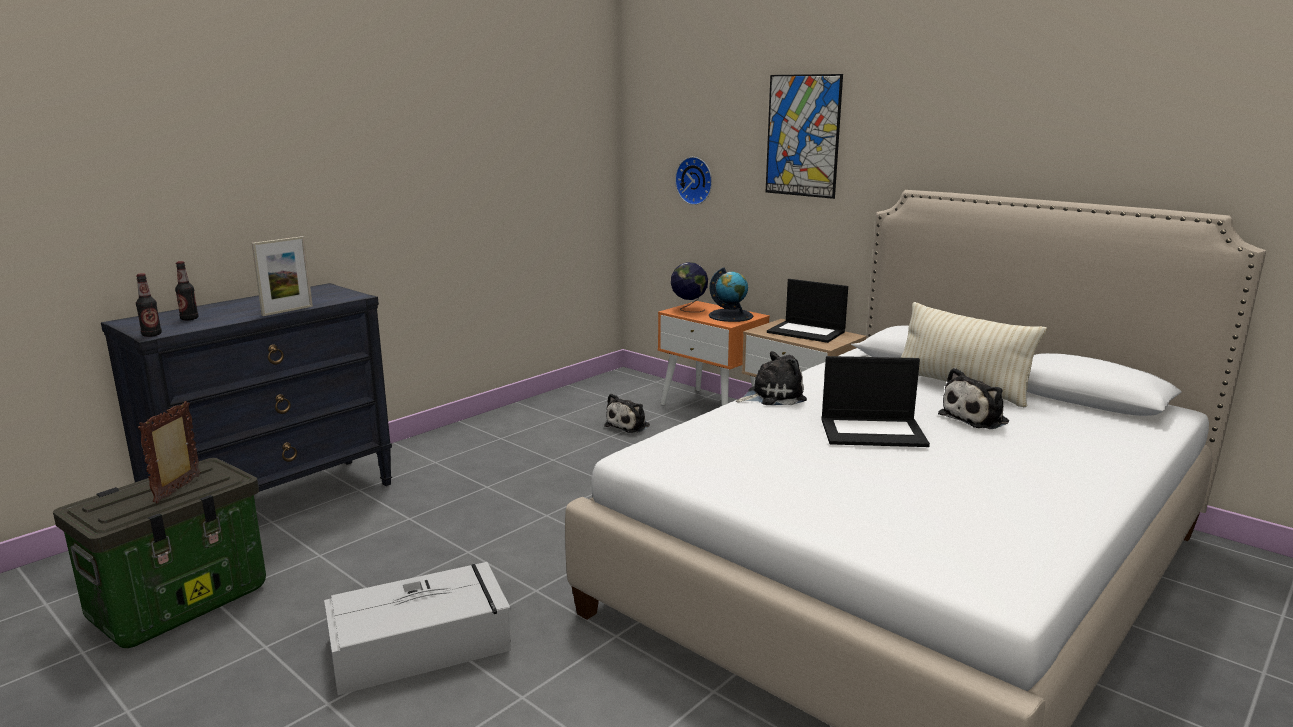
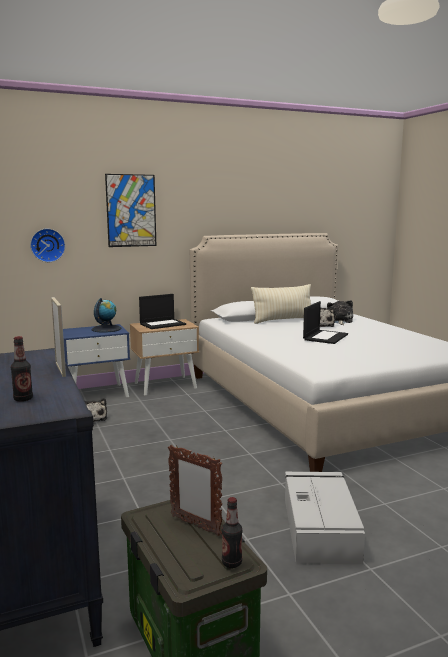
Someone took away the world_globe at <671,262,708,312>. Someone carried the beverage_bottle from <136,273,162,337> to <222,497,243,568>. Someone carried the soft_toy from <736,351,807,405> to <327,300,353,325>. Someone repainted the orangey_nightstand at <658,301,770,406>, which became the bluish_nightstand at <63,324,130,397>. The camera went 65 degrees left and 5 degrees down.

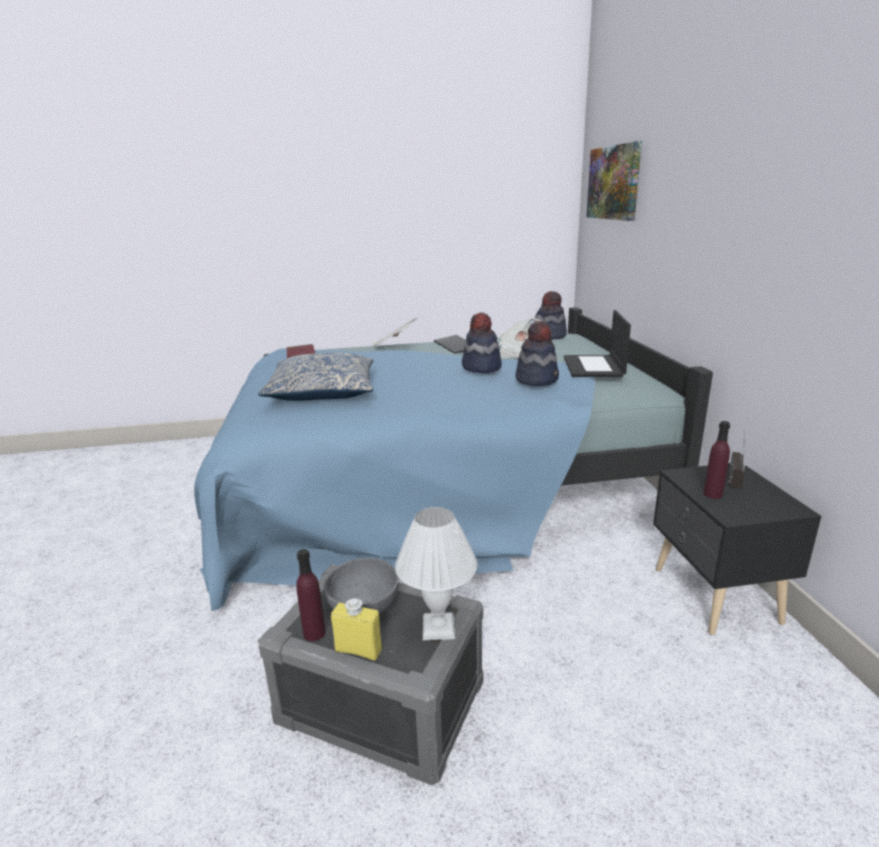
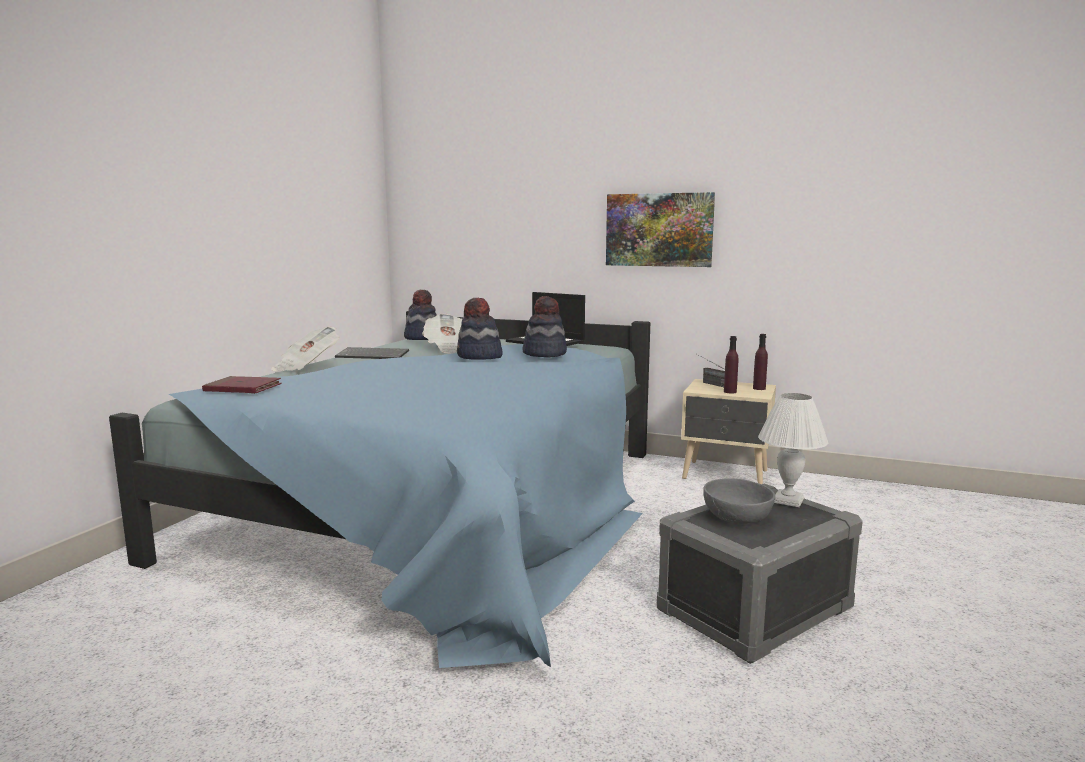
Someone took away the cushion at <258,353,373,401>. Someone took away the yellowish_beverage_bottle at <331,598,382,661>. Someone carried the purple_beverage_bottle from <296,549,325,641> to <753,334,768,390>. Someone carried the wall_art from <586,141,642,221> to <606,192,715,267>. Someone repainted the black_nightstand at <653,463,821,635>, which became the beige_nightstand at <681,379,776,484>. The camera went 60 degrees left and 10 degrees down.

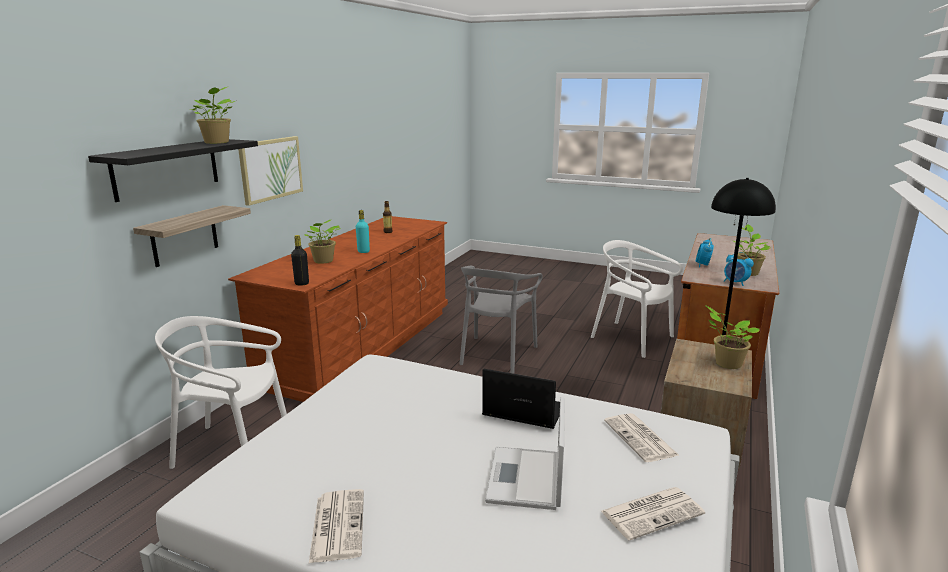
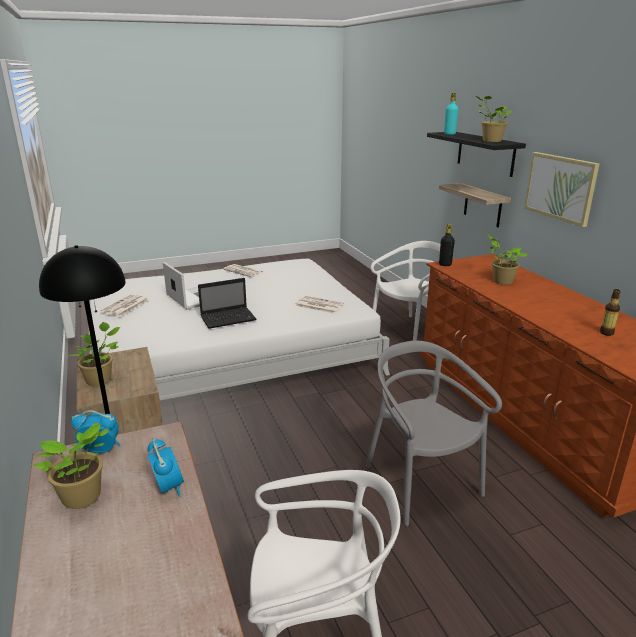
Someone carried the turquoise-coloured_beverage_bottle from <356,210,370,253> to <444,93,459,135>. Someone carried the newspaper from <604,413,680,462> to <295,296,344,313>. The camera went 135 degrees right and 5 degrees up.

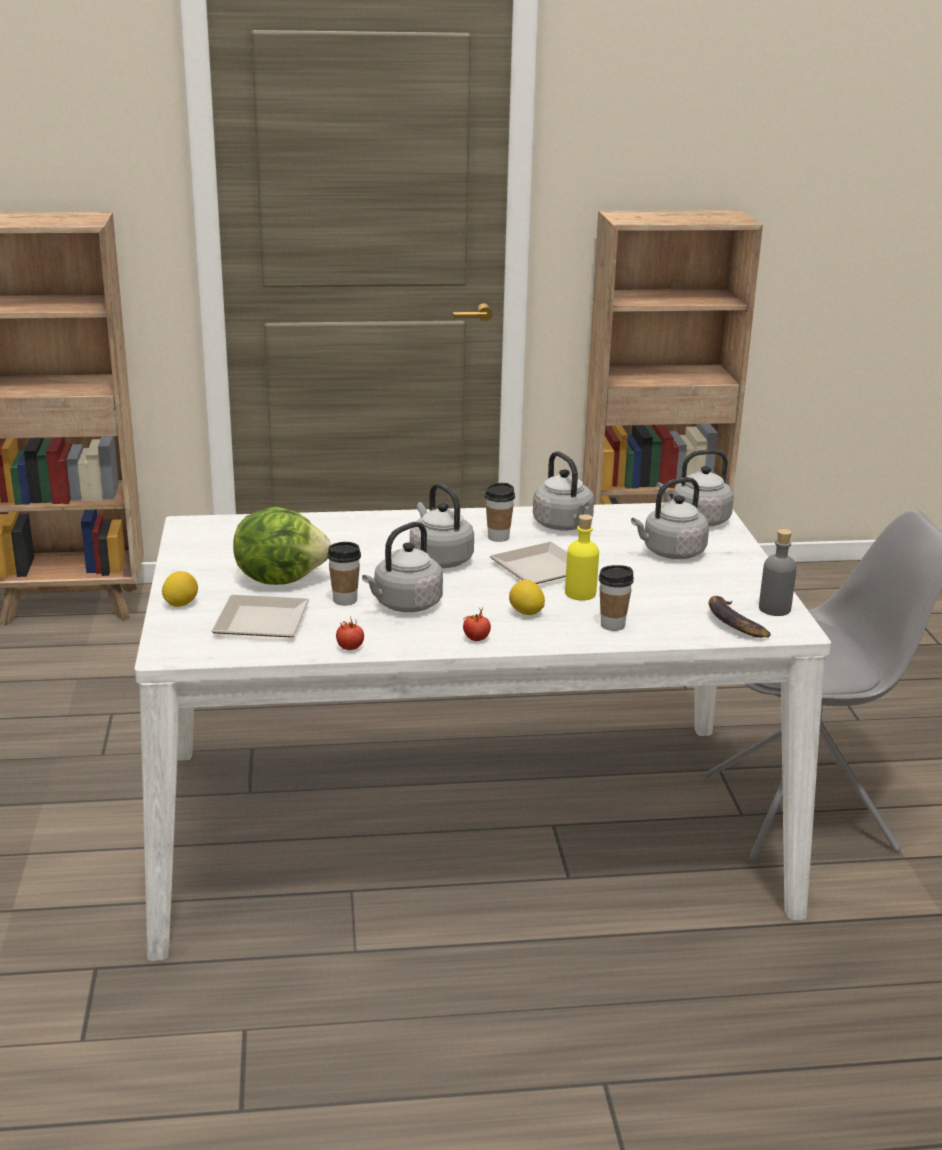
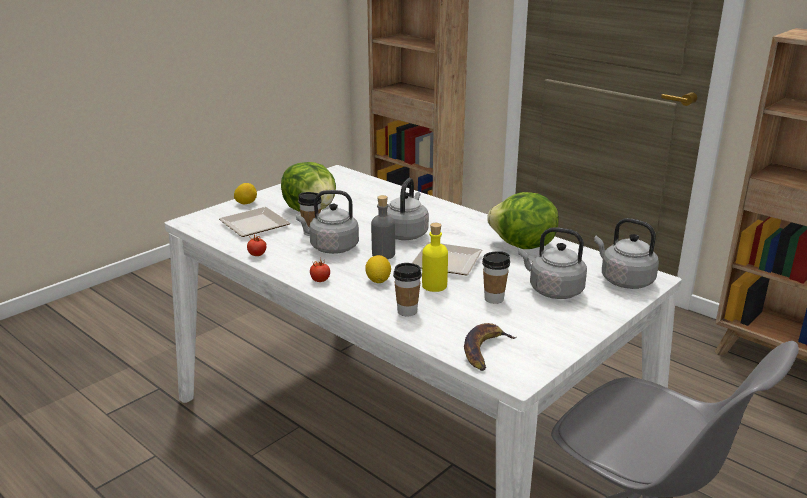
Someone carried the small_cup from <485,483,515,542> to <482,251,510,304>. Someone carried the gray_beverage_bottle from <759,529,797,616> to <371,195,395,259>. Someone swapped the gray_tea_kettle at <533,451,594,530> for the lettuce at <487,192,559,249>. The camera went 50 degrees right and 0 degrees up.

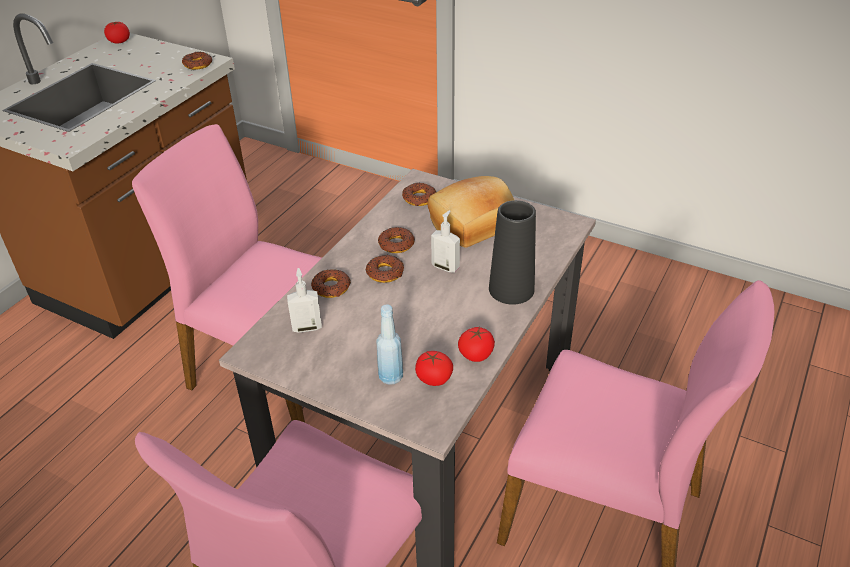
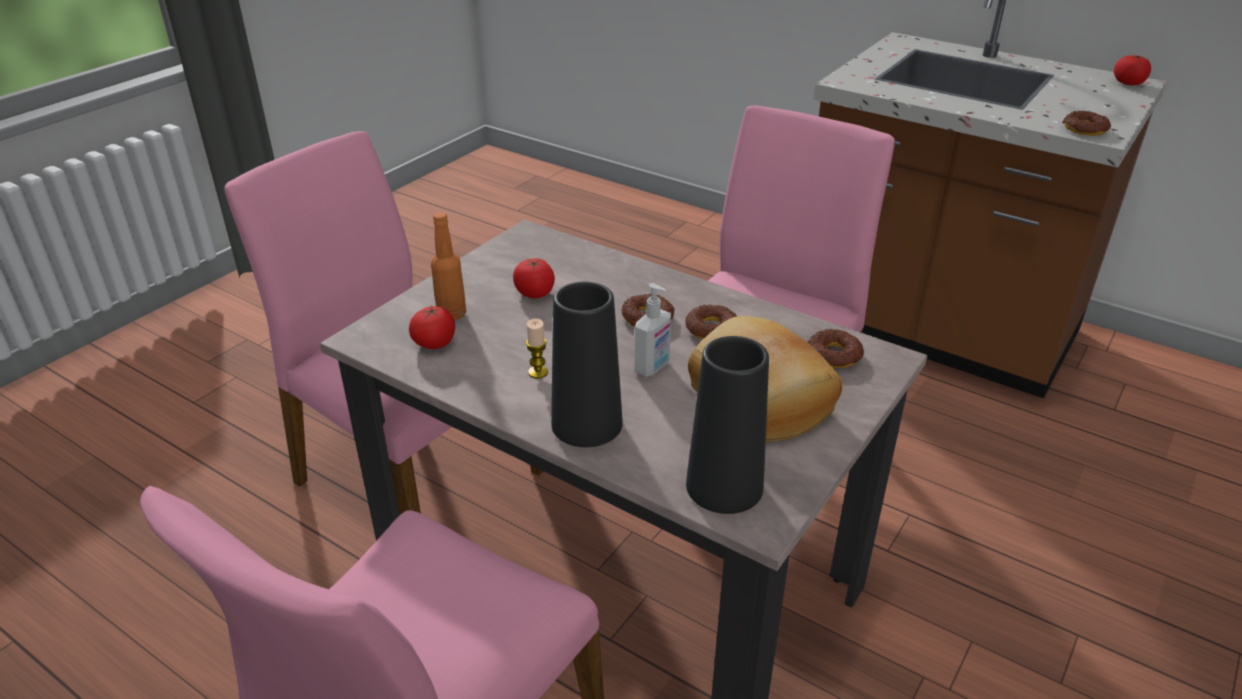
Someone took away the liquid_soap_bottle at <287,268,322,333>. Someone took away the ring_doughnut at <311,270,351,298>. Someone put down the wax_light at <526,318,548,379>. Someone put down the black_flower_vase at <686,336,769,514>. Someone carried the fresh_tomato from <458,327,495,362> to <513,258,555,298>. Someone repainted the bluish_beverage_bottle at <376,304,403,385>, which became the orangey_beverage_bottle at <431,212,467,320>. The camera went 95 degrees right and 5 degrees down.

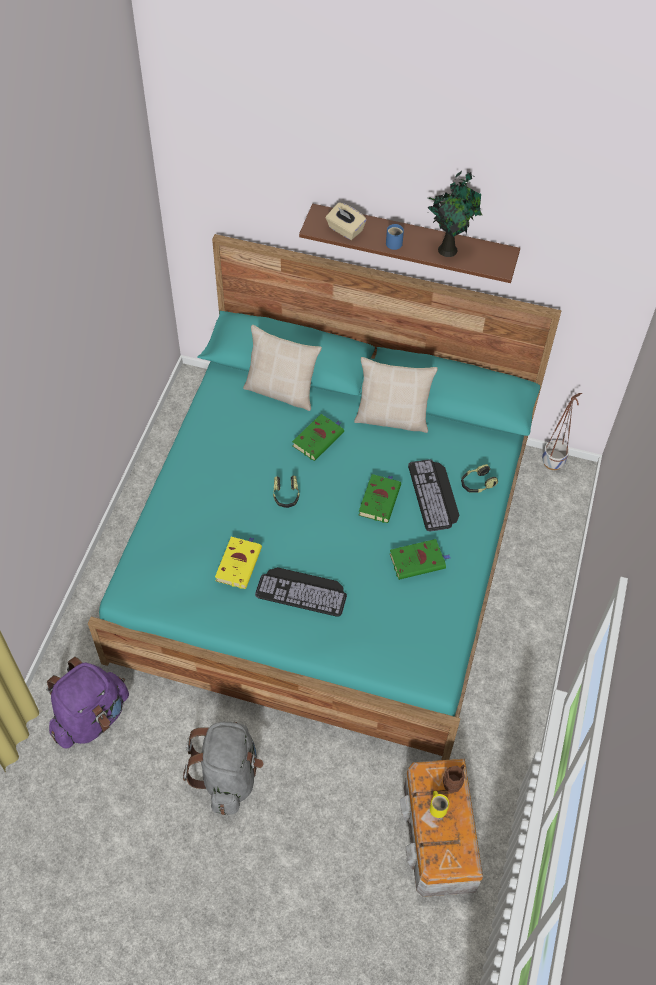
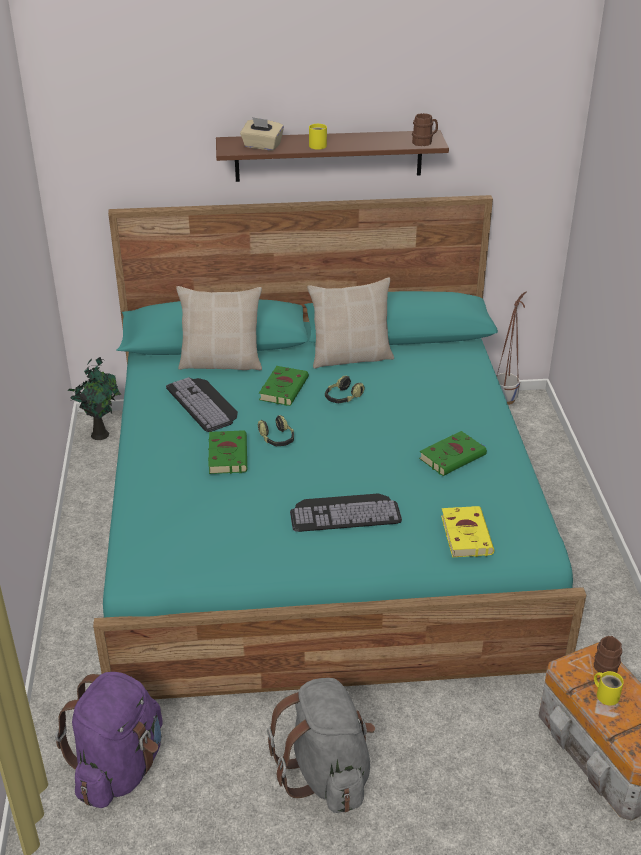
Someone put down the brown_mug at <412,113,438,146>. Someone carried the yellowish_volume from <215,537,262,589> to <441,506,494,557>. Someone carried the green_volume from <359,474,401,523> to <208,430,247,474>. Someone carried the PC_keyboard from <408,459,460,532> to <166,377,238,432>. Someone carried the potted_plant from <427,171,482,257> to <67,357,121,440>. Someone carried the headset from <461,464,498,493> to <325,376,365,403>. Someone repainted the bluish_mug at <386,224,404,250>, which became the yellowish_mug at <309,124,327,150>. The camera went 20 degrees left and 20 degrees down.

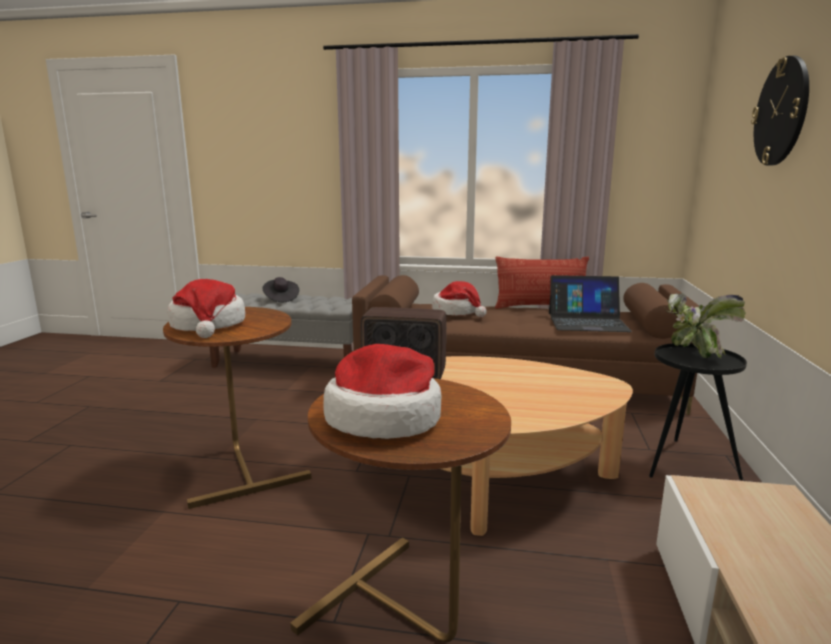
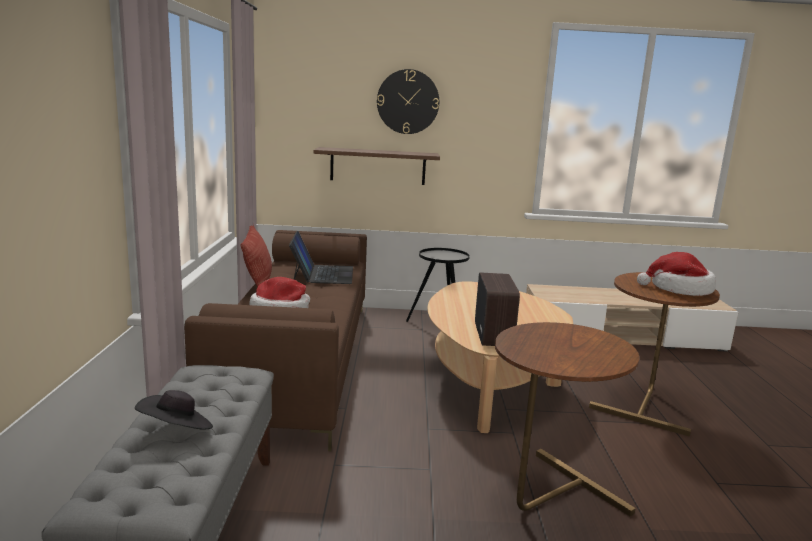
Someone took away the wearable_hat at <168,279,245,338>. Someone took away the potted_plant at <665,293,746,358>. Someone put up the brown_wall_shelf at <313,147,440,185>. The camera went 100 degrees left and 0 degrees up.

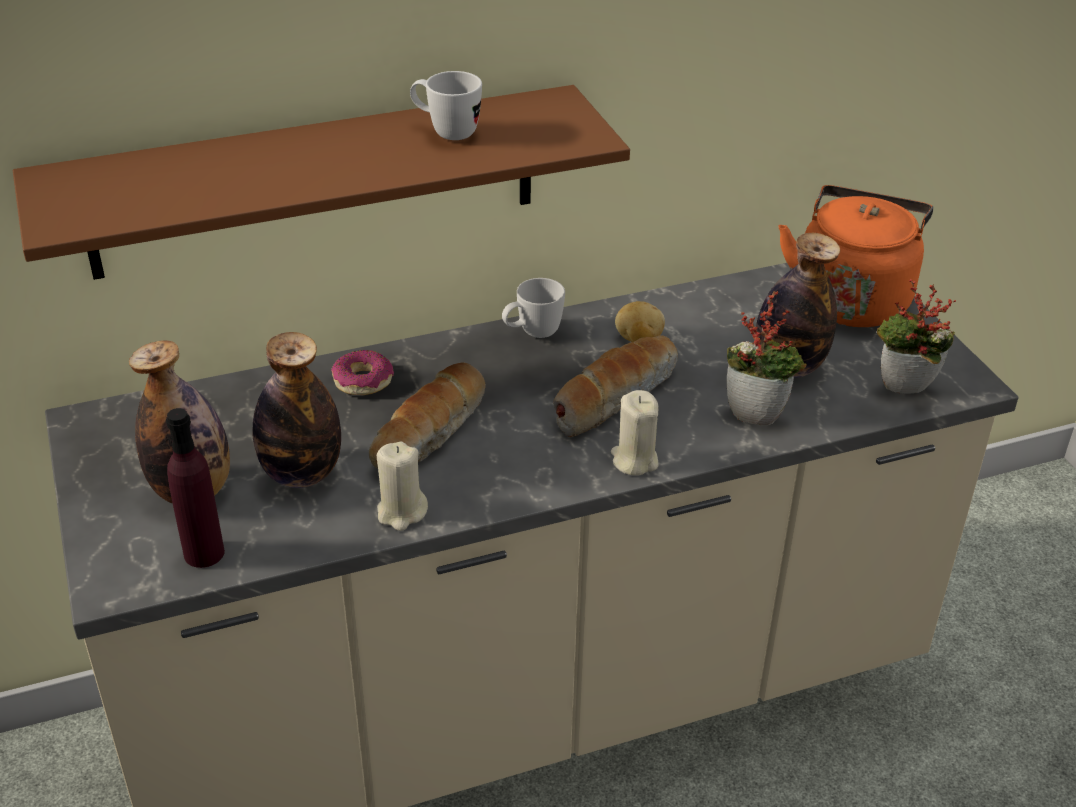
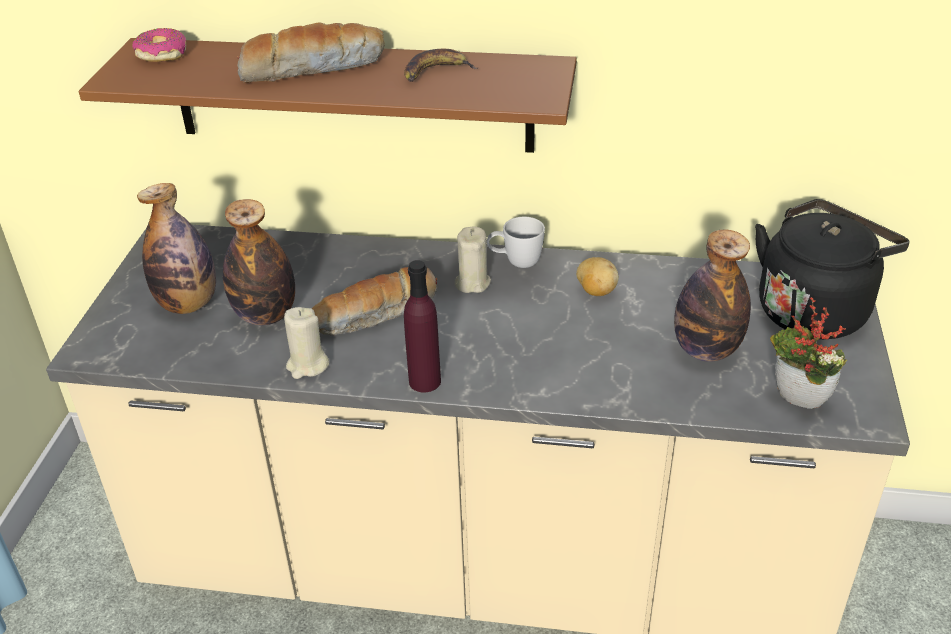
Someone took away the potted_plant at <727,291,807,425>. Someone carried the purple_beverage_bottle from <166,408,225,568> to <404,260,441,392>. Someone carried the ring_doughnut from <331,350,394,395> to <132,28,186,62>. Someone carried the bread from <553,335,678,437> to <237,22,385,83>. Someone carried the beige_wax_light from <611,390,659,476> to <454,226,491,293>. Someone swapped the whitish_mug at <410,71,482,140> for the banana at <404,49,478,82>. Someone repainted the orangey_tea_kettle at <778,185,933,327>, which became the black_tea_kettle at <755,199,910,339>. The camera went 30 degrees right and 0 degrees up.

